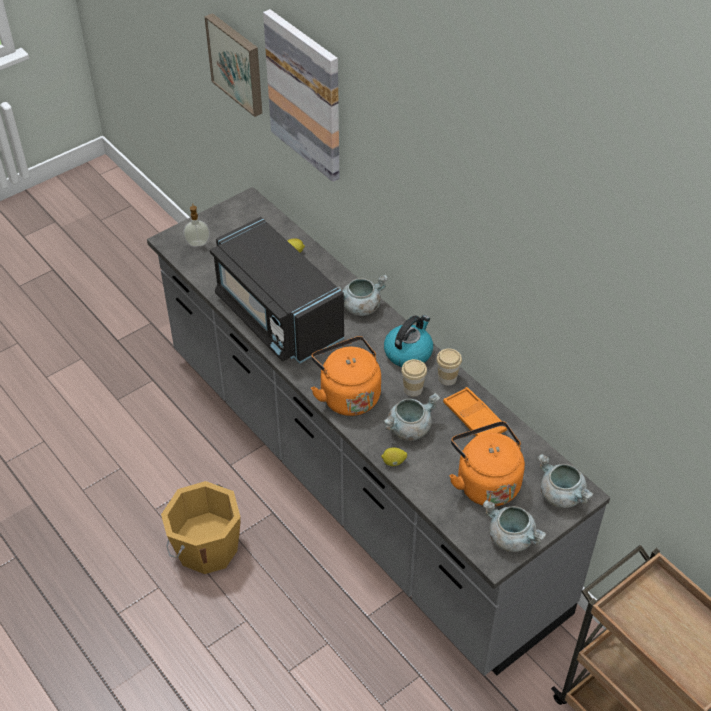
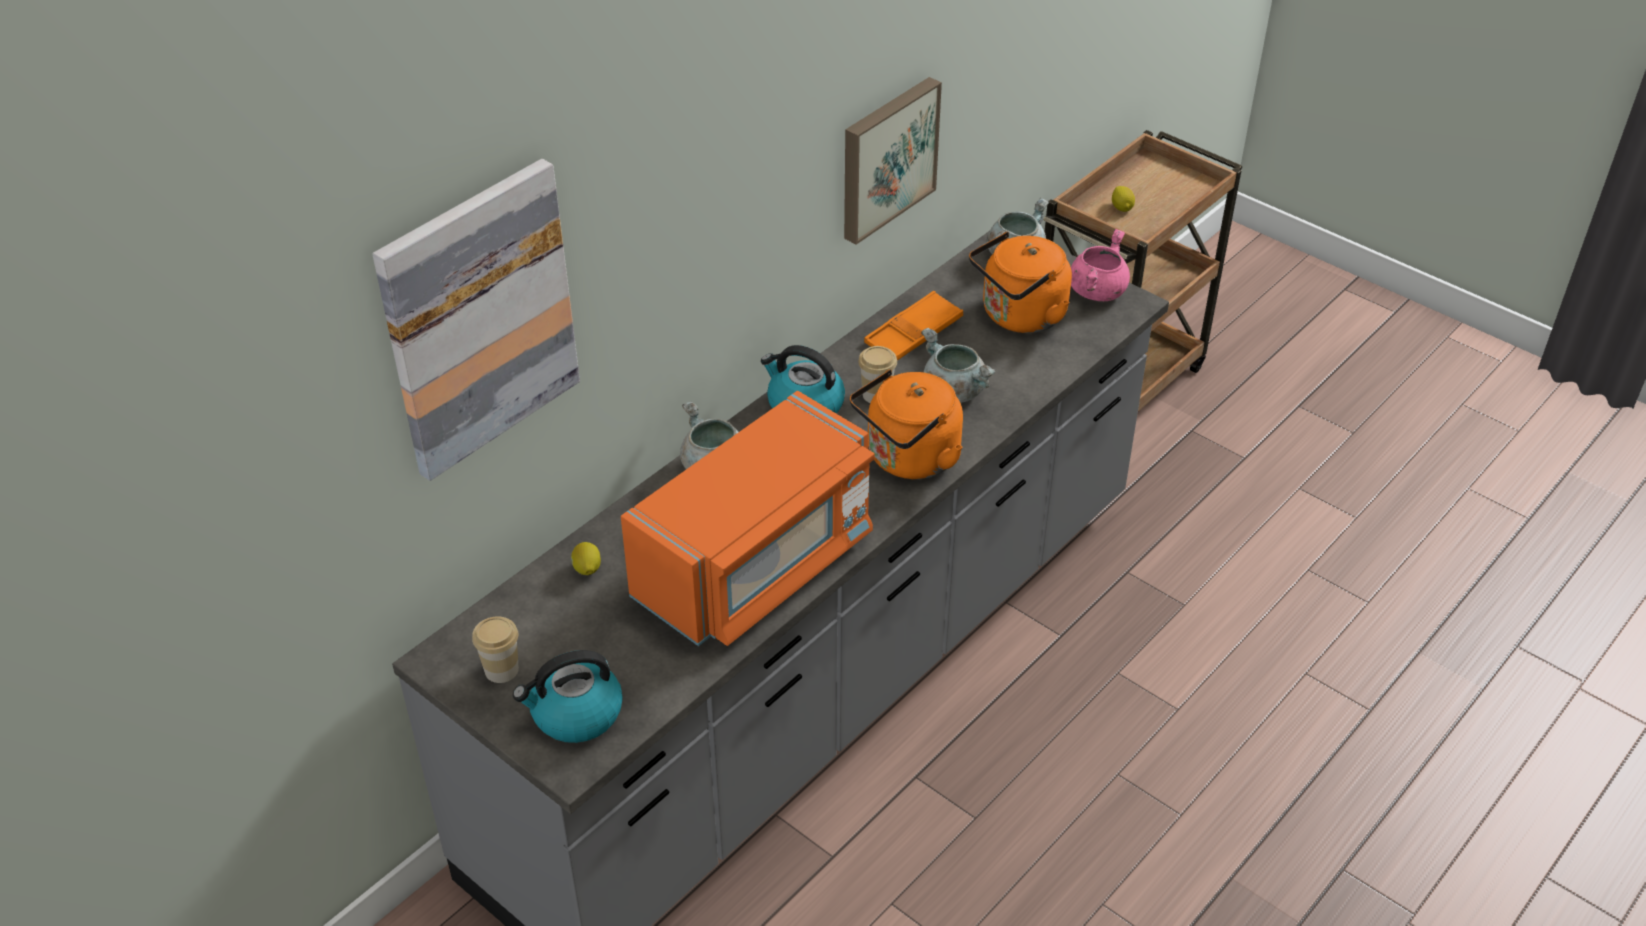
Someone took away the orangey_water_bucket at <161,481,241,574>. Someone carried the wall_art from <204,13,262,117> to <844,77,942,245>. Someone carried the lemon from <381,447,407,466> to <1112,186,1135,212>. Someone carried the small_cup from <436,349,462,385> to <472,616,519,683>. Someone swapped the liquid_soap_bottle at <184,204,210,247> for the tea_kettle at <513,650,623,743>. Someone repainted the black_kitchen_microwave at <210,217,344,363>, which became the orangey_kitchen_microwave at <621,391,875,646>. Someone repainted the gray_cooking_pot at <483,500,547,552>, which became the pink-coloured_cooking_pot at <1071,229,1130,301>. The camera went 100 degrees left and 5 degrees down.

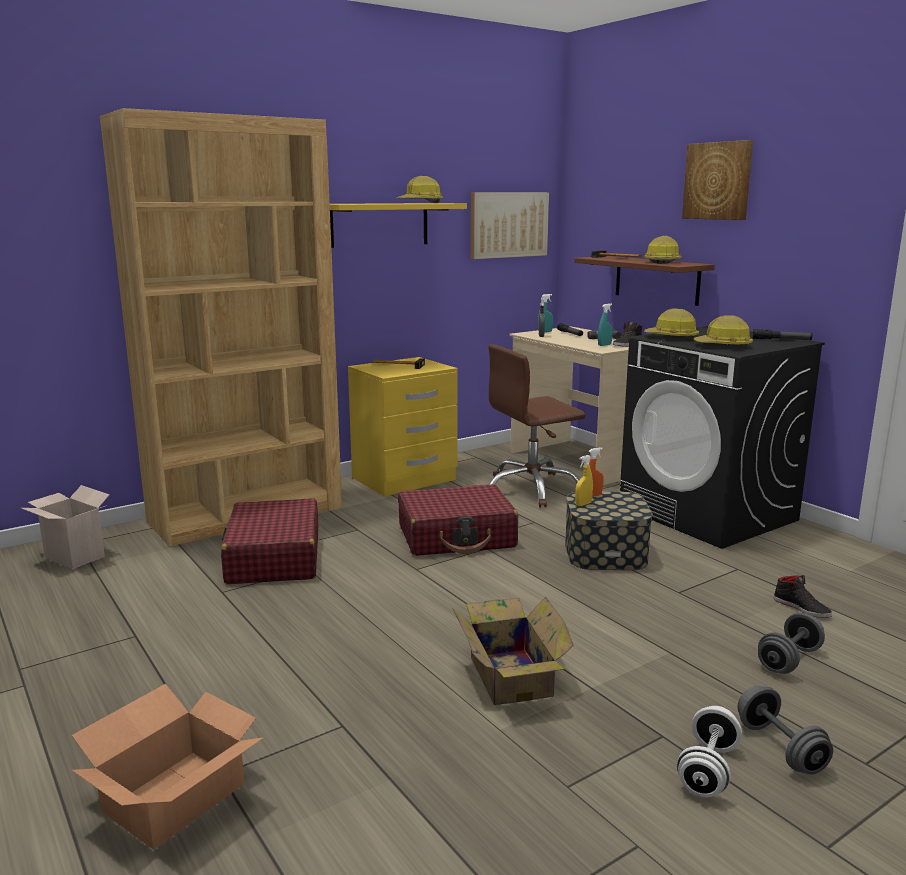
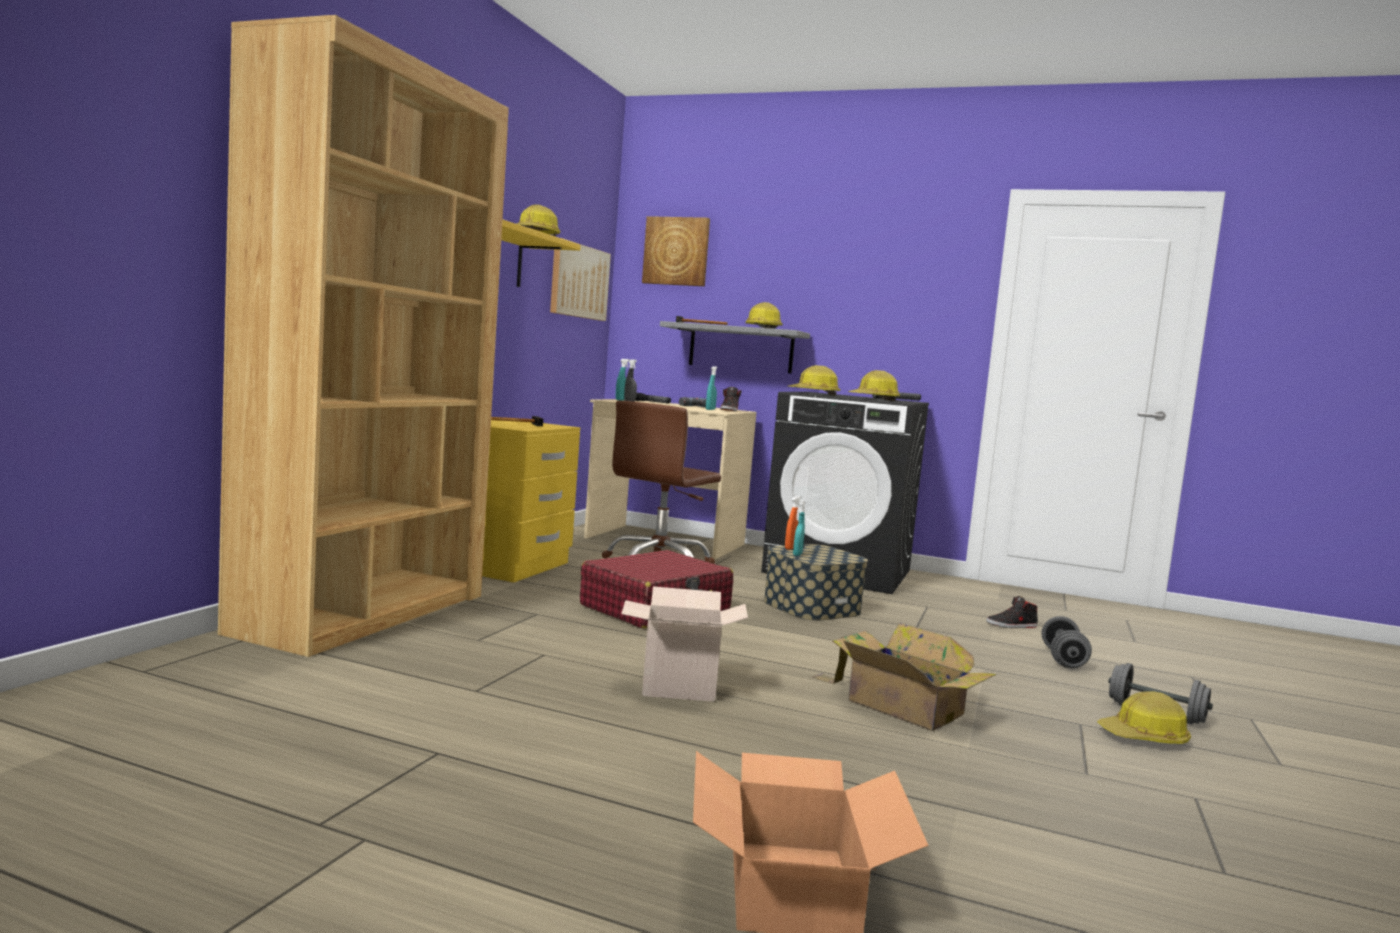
Someone took away the reddish_piece_of_luggage at <221,498,318,584>. Someone carried the cardboard_box from <21,485,110,569> to <621,586,748,702>. Someone carried the wall_art from <682,140,753,220> to <642,216,710,286>. Someone swapped the whitish_dumbbell at <677,706,742,797> for the safety_helmet at <1097,691,1191,744>. Someone repainted the brown_wall_shelf at <574,256,715,306>, which became the gray_wall_shelf at <660,321,810,373>. Someone repainted the yellowish_spray_bottle at <575,455,593,506>, which became the turquoise-coloured_spray_bottle at <793,501,805,556>. Someone rotated the black_low_shoe at <774,575,832,618> by 150 degrees clockwise. The camera went 35 degrees left and 10 degrees down.

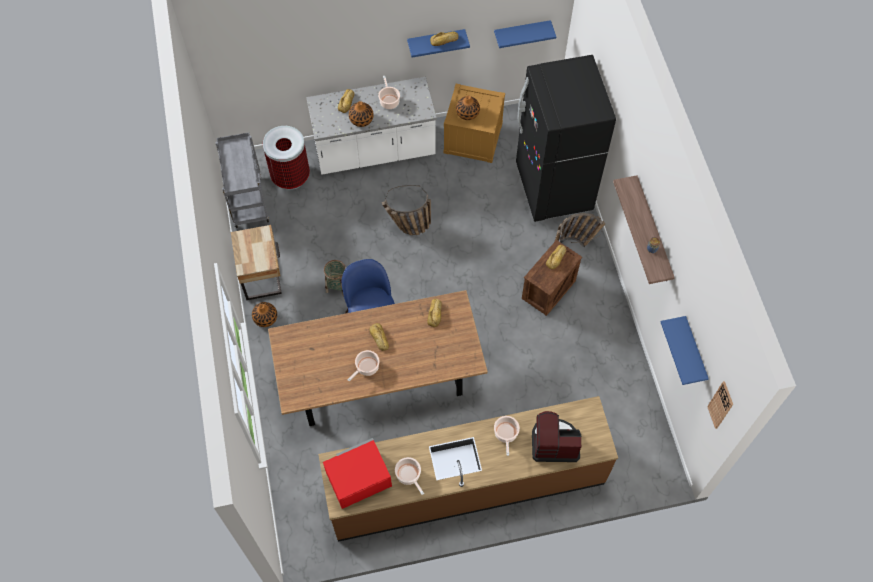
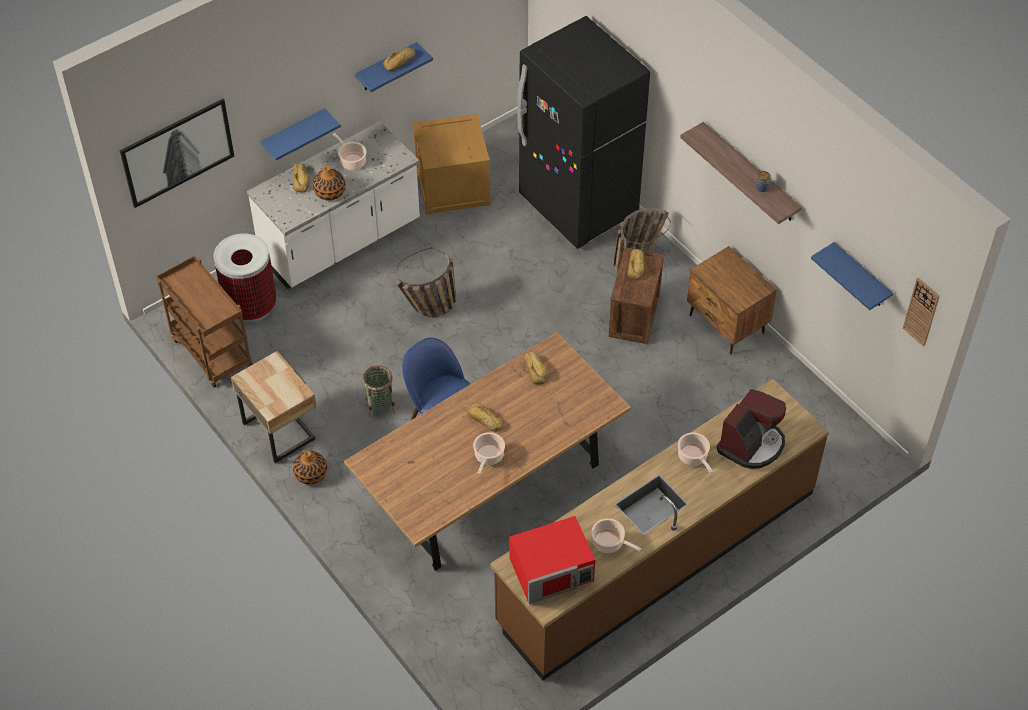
Someone took away the flower_vase at <456,95,480,120>. Someone put up the wall_art at <120,99,234,208>. Someone put down the brown_nightstand at <687,246,777,354>. Someone carried the bluish_wall_shelf from <494,20,556,48> to <260,108,341,161>. Someone repainted the gray_cart at <215,133,269,228>, which became the brown_cart at <156,256,253,388>. Someone rotated the reddish_kitchen_microwave at <323,438,392,509> by 150 degrees counterclockwise. Someone rotated the coffee_brewer at <532,411,582,462> by 150 degrees clockwise. The camera went 25 degrees left and 10 degrees down.

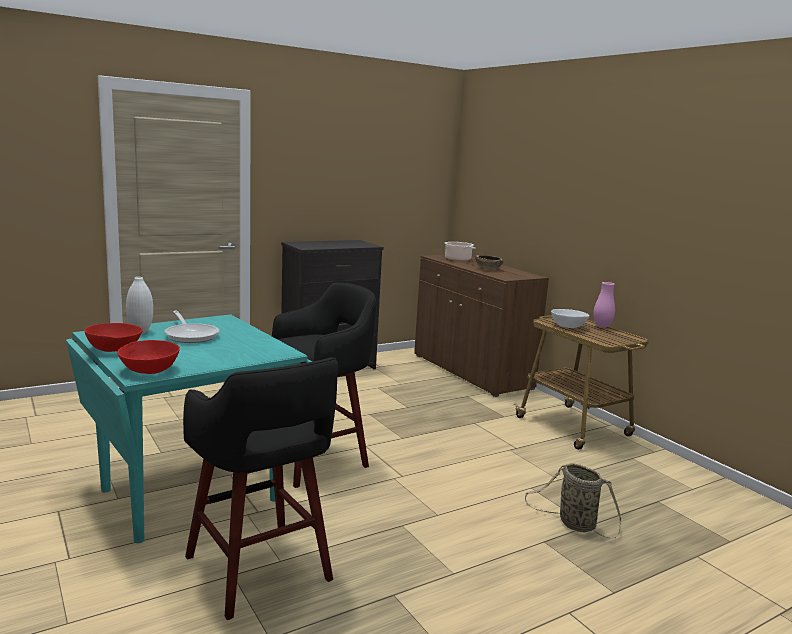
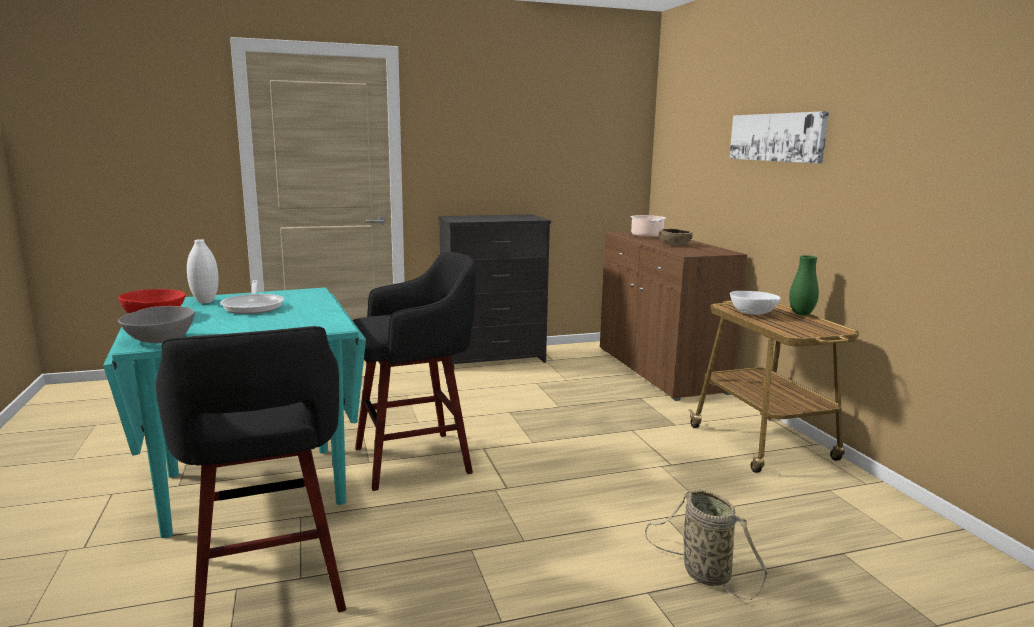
Someone put up the wall_art at <729,111,829,164>. Someone repainted the reddish_serving_bowl at <117,340,180,374>, which became the gray_serving_bowl at <118,306,195,343>. Someone repainted the pink-coloured_flower_vase at <593,282,615,328>, which became the green_flower_vase at <789,255,819,315>. The camera went 15 degrees right and 0 degrees up.

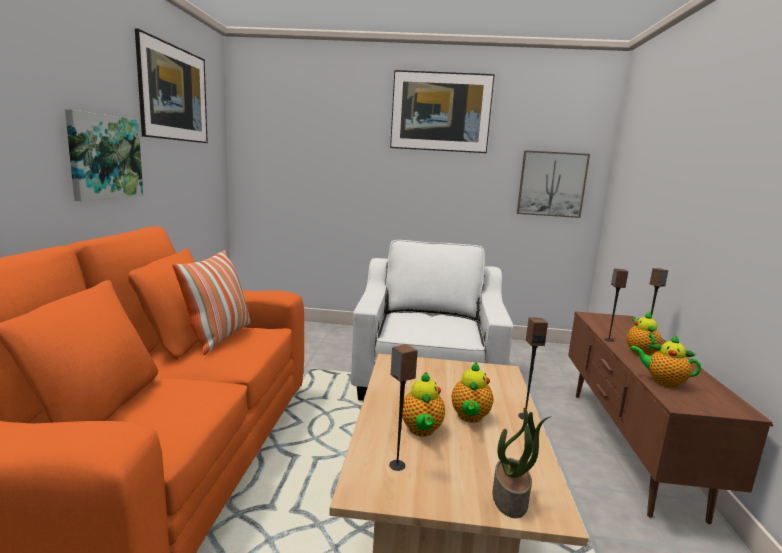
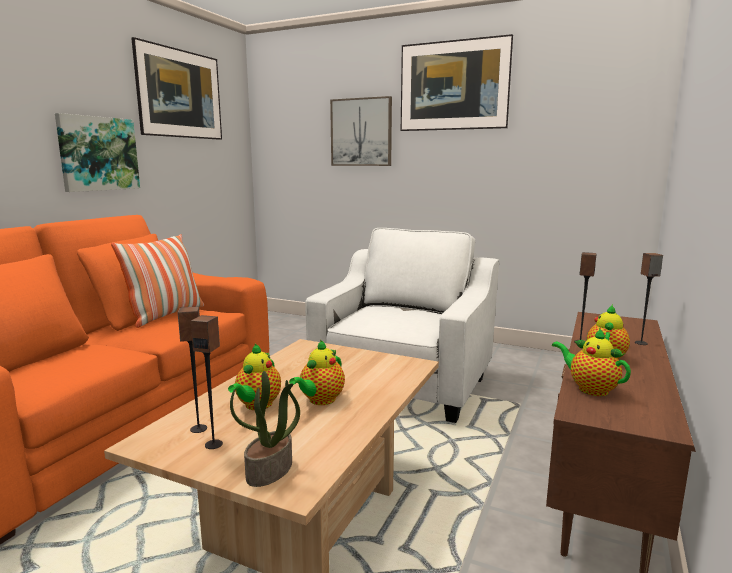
Someone carried the wall_art from <517,150,590,218> to <330,96,392,166>. Someone carried the loudspeaker from <518,318,548,420> to <191,315,223,449>. The camera went 20 degrees right and 0 degrees up.

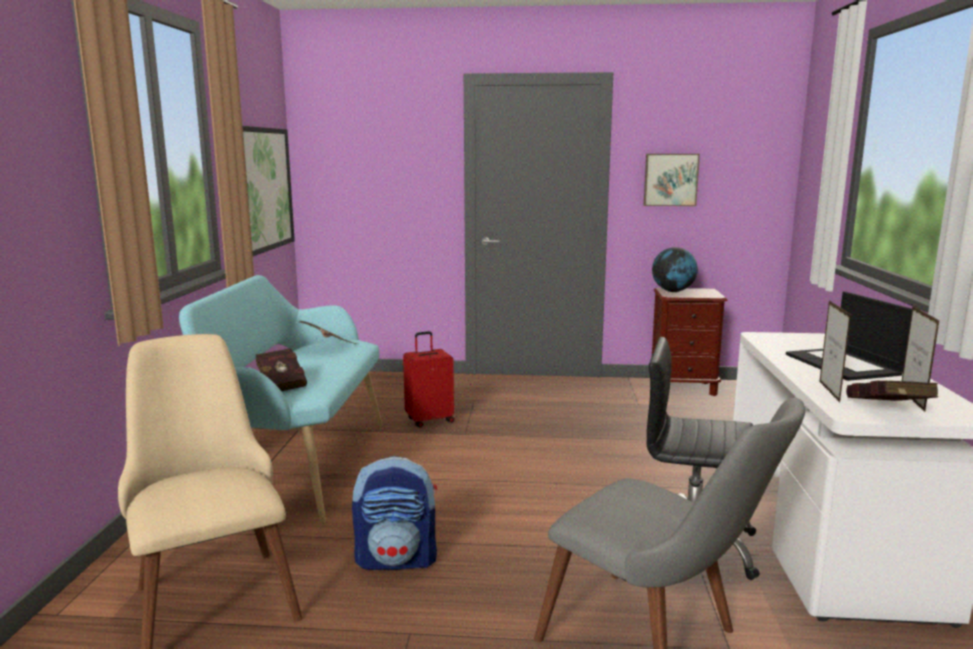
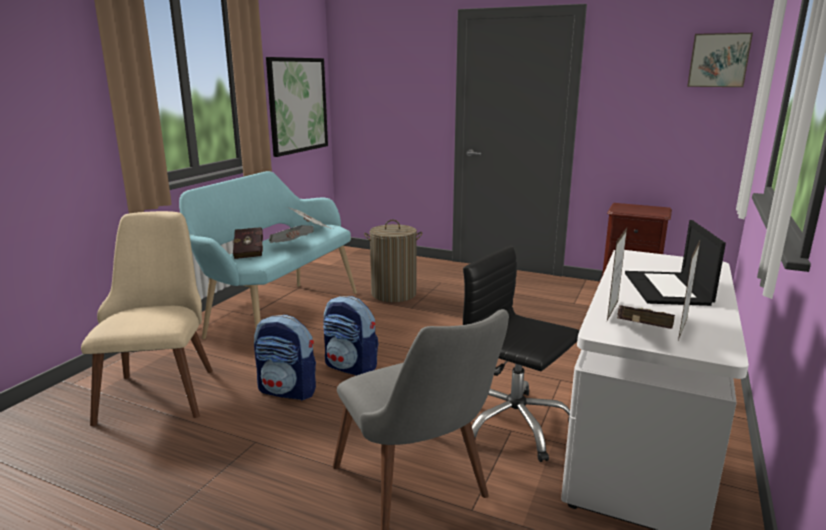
Someone took away the world_globe at <652,247,698,292>. Someone put down the newspaper at <269,225,314,243>. Someone put down the knapsack at <323,296,379,375>. Someone carried the wall_art from <644,154,700,206> to <687,33,753,87>. Someone swapped the reddish_piece_of_luggage at <403,331,454,428> for the laundry_basket at <364,220,422,302>. The camera went 20 degrees right and 5 degrees up.

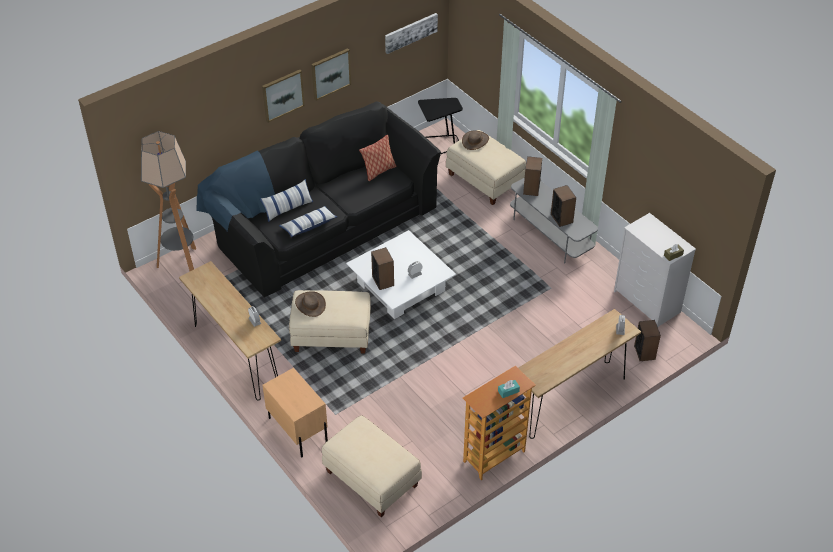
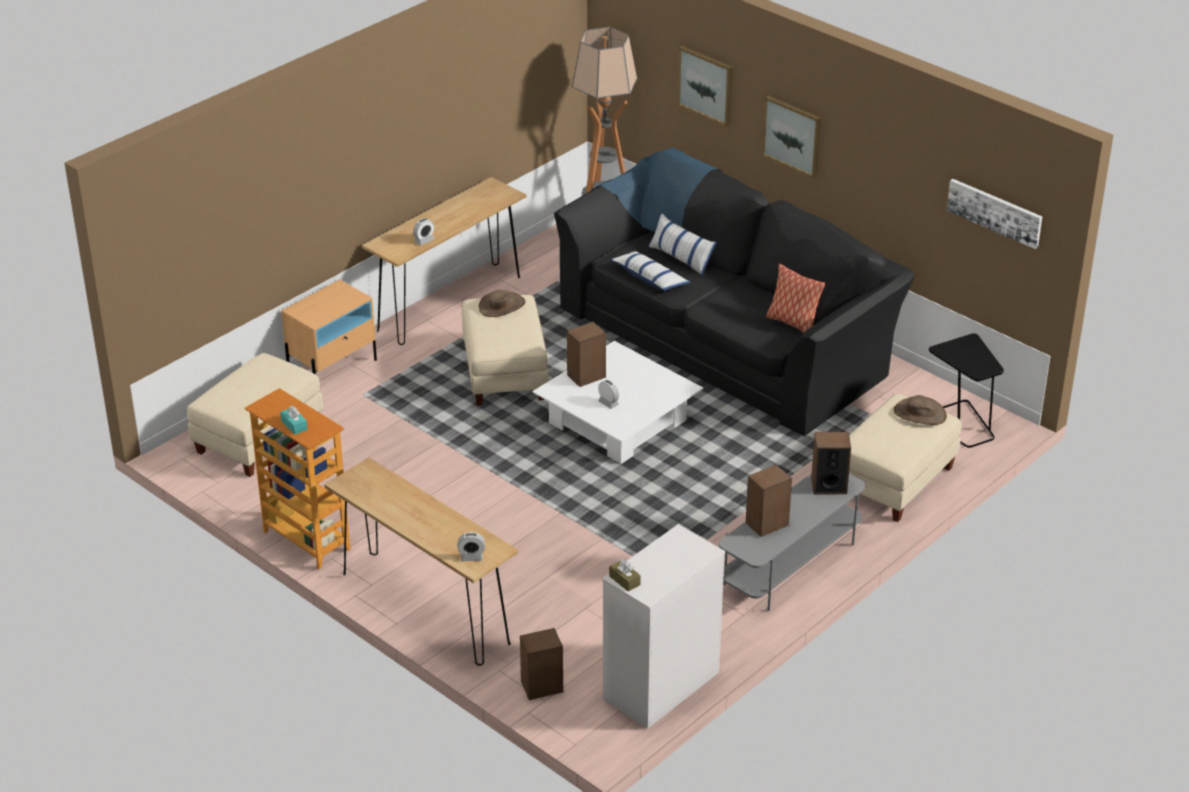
Someone carried the wall_art from <311,48,351,101> to <677,46,732,127>. The camera went 80 degrees right and 10 degrees down.

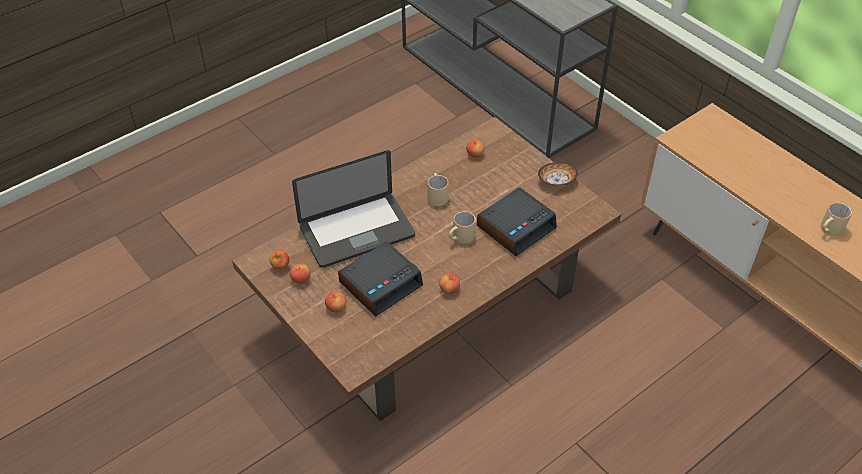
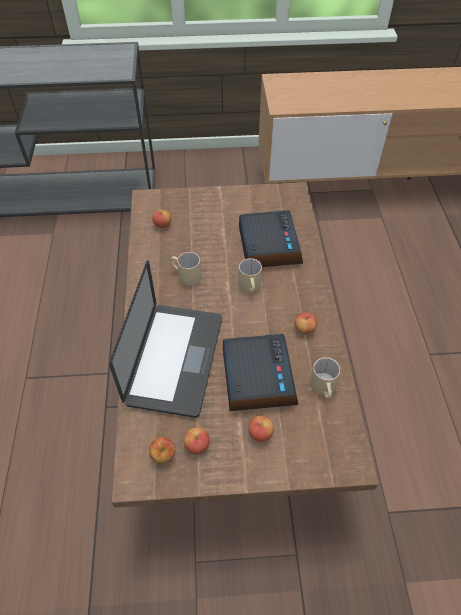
Someone took away the serving_bowl at <538,162,578,186>. Someone carried the beige_mug from <821,202,852,236> to <310,357,341,399>. The camera went 55 degrees left and 5 degrees up.

